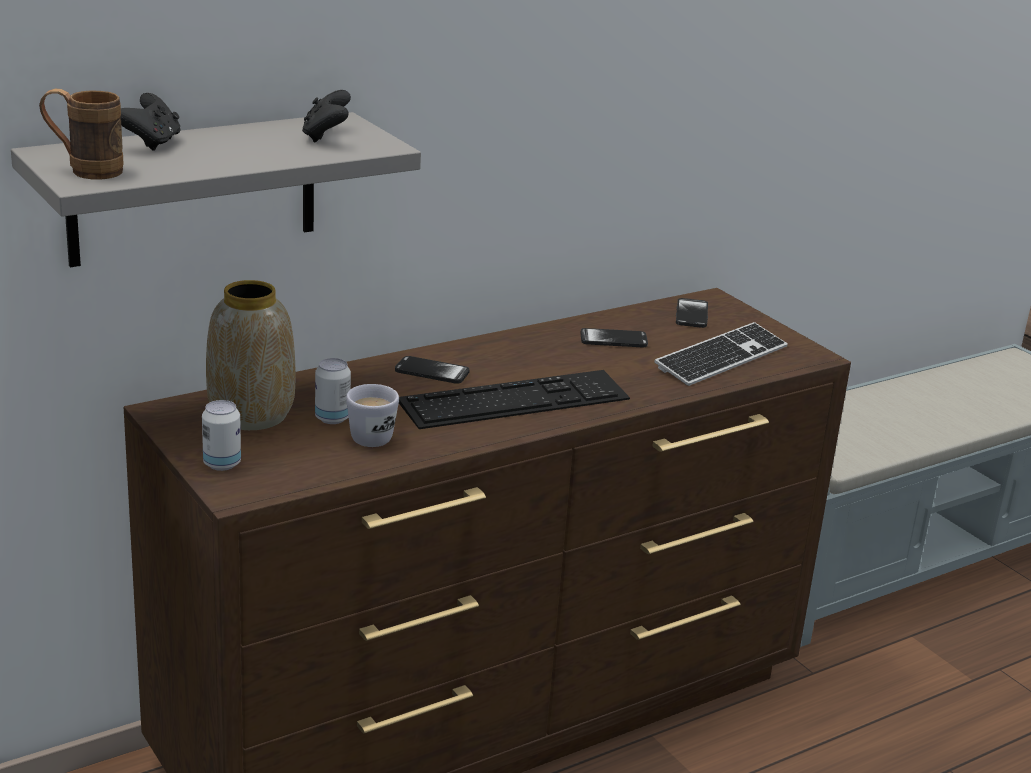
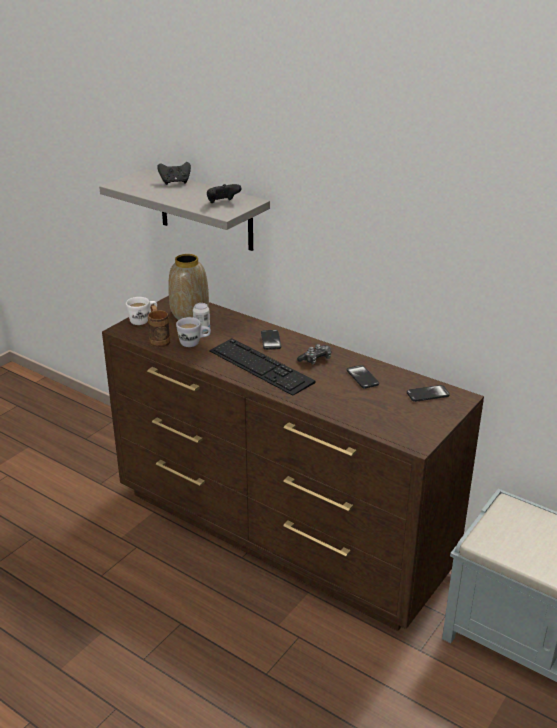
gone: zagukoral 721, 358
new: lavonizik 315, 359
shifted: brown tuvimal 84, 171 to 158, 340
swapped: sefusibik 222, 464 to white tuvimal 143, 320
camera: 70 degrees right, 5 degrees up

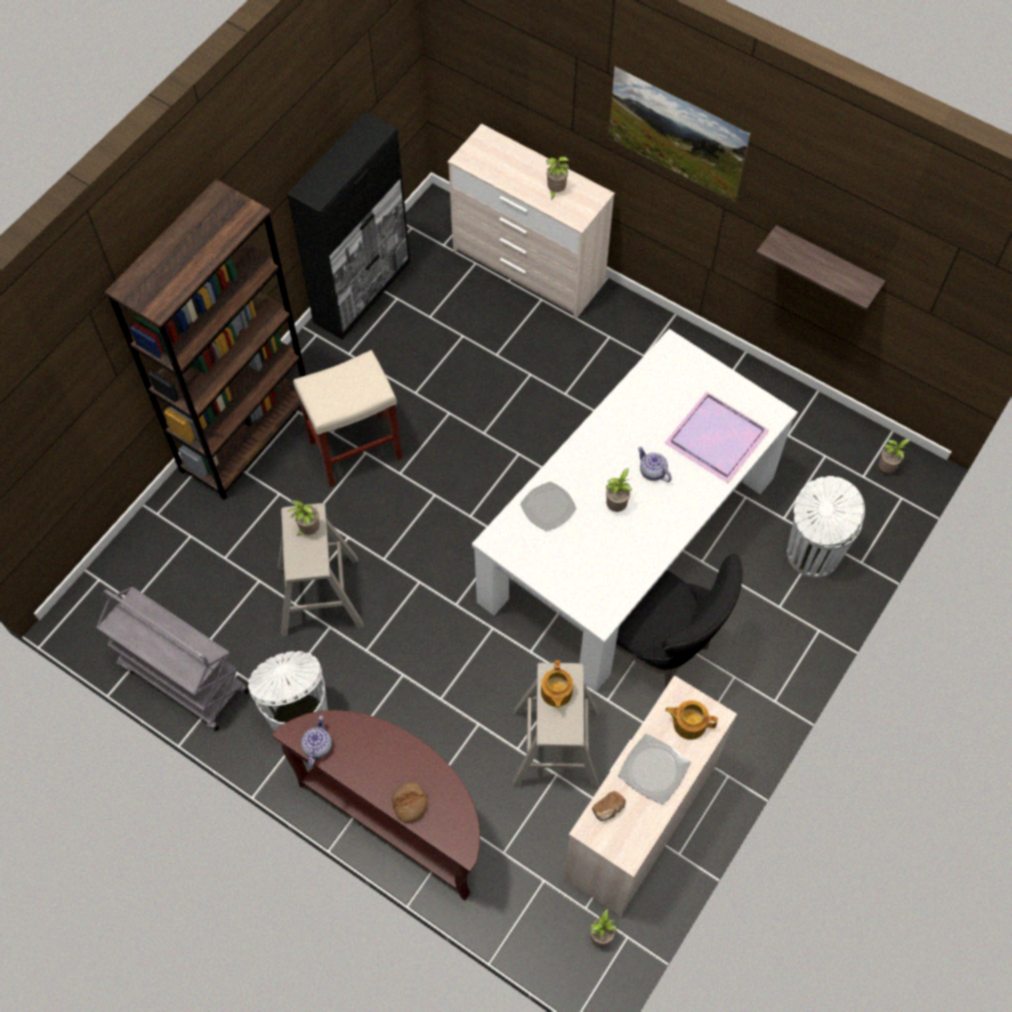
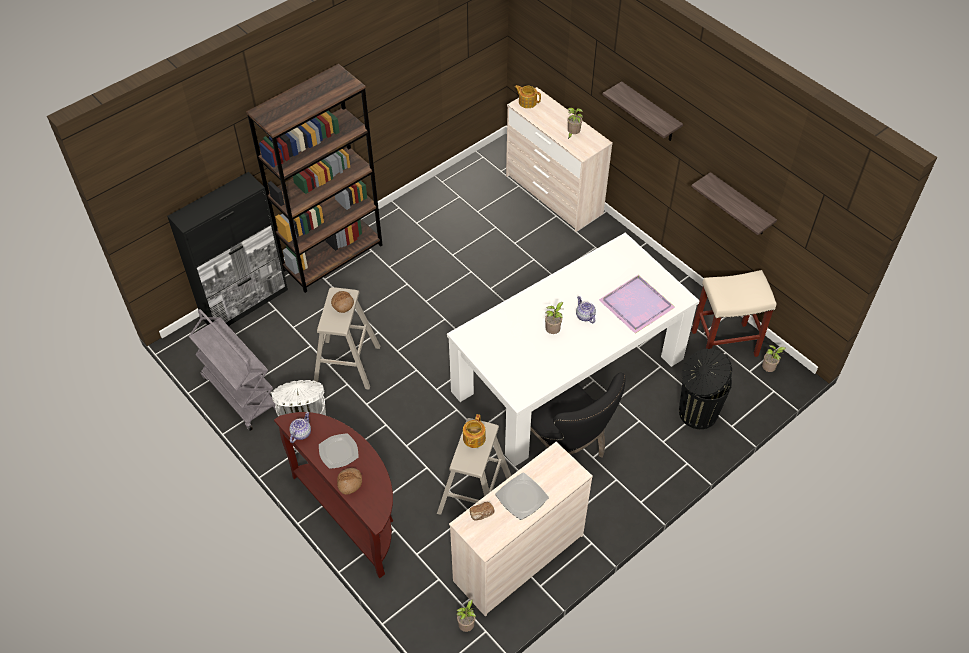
shifted: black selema 363, 291 to 245, 303; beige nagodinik 354, 450 to 723, 344; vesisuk 547, 507 to 338, 452; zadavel 688, 723 to 527, 102
swapped: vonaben 308, 530 to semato 342, 304; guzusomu 673, 152 to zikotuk 650, 113
repainted: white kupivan 811, 554 to black kupivan 696, 413
camera: 15 degrees right, 10 degrees down

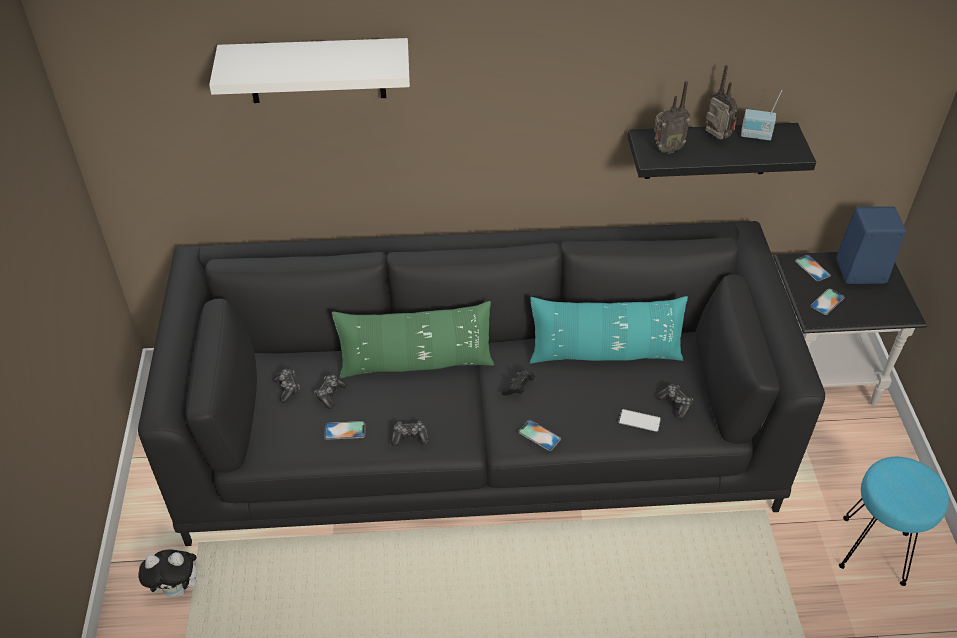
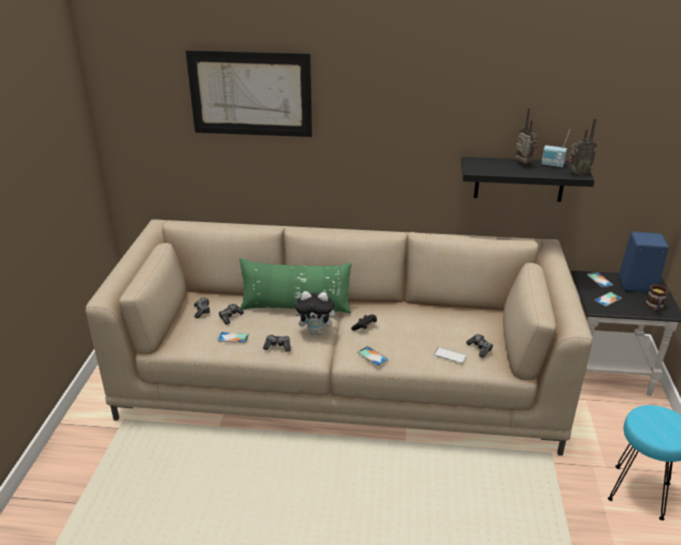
gone: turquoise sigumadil 605, 354
new: tuvimal 654, 308
shifted: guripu 178, 589 to 317, 331; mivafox 666, 149 to 577, 173
swapped: white zikotuk 316, 70 to guzusomu 250, 94
repainted: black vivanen 478, 437 to beige vivanen 340, 381
camera: 10 degrees right, 15 degrees down

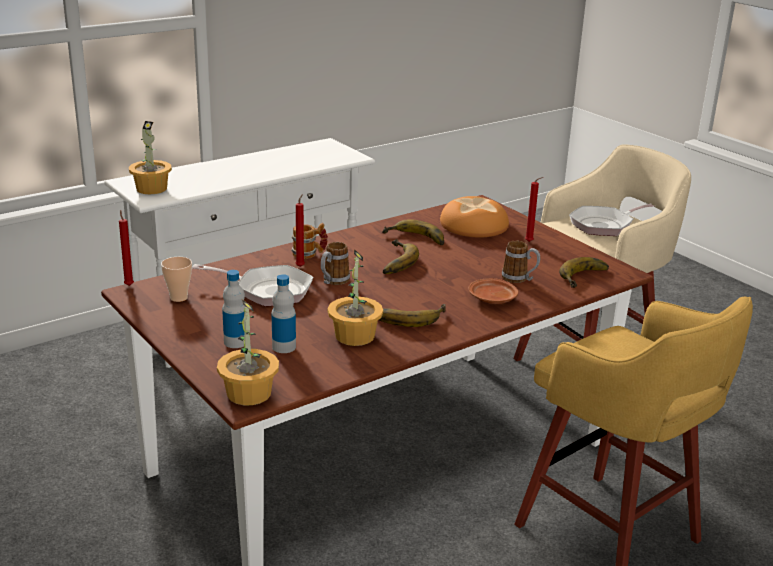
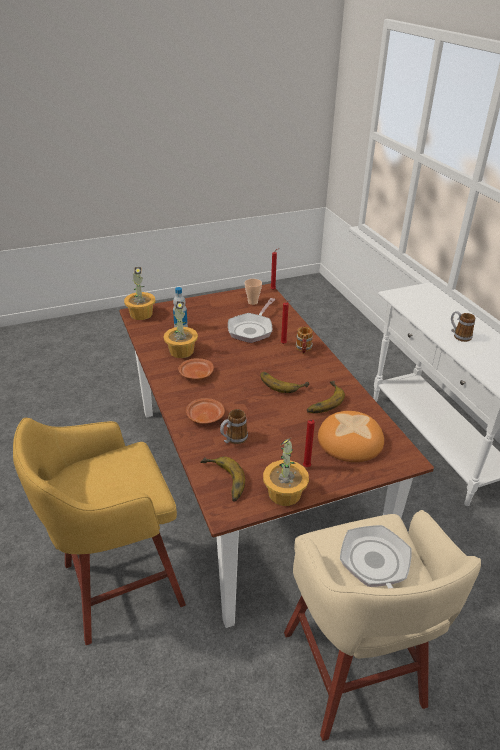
gone: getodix 235, 342
shifted: vonaben 152, 188 to 285, 494; tuvimal 333, 281 to 459, 335
swapped: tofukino 408, 316 to brown vesisuk 196, 374
camera: 105 degrees right, 10 degrees up

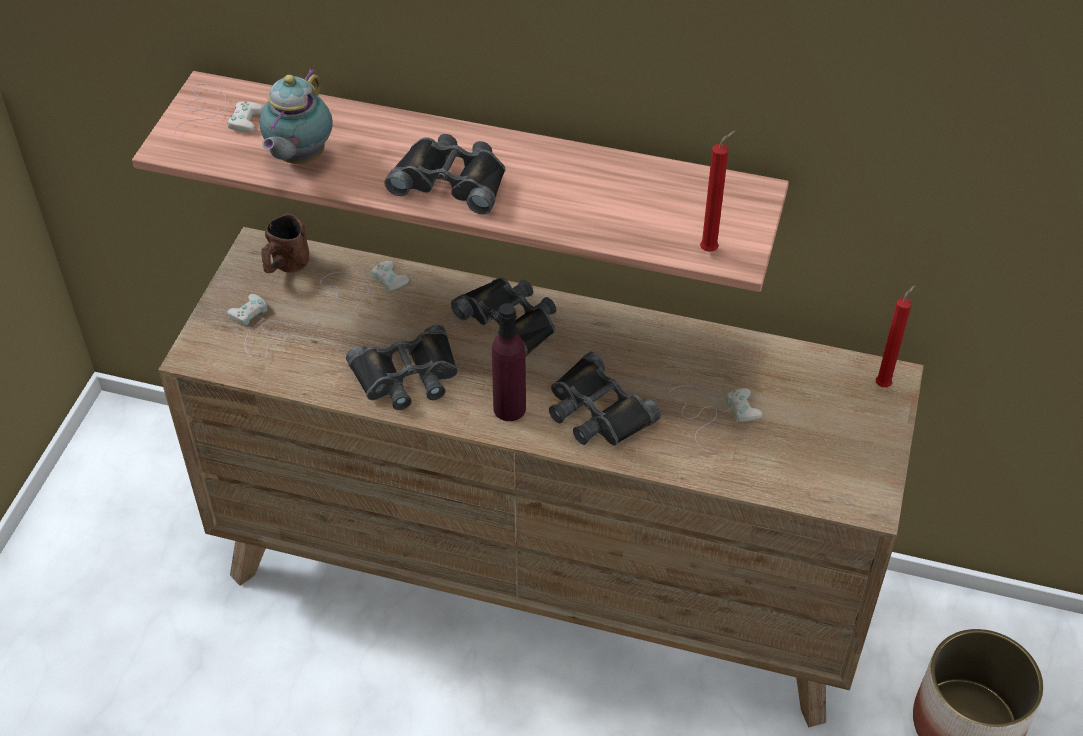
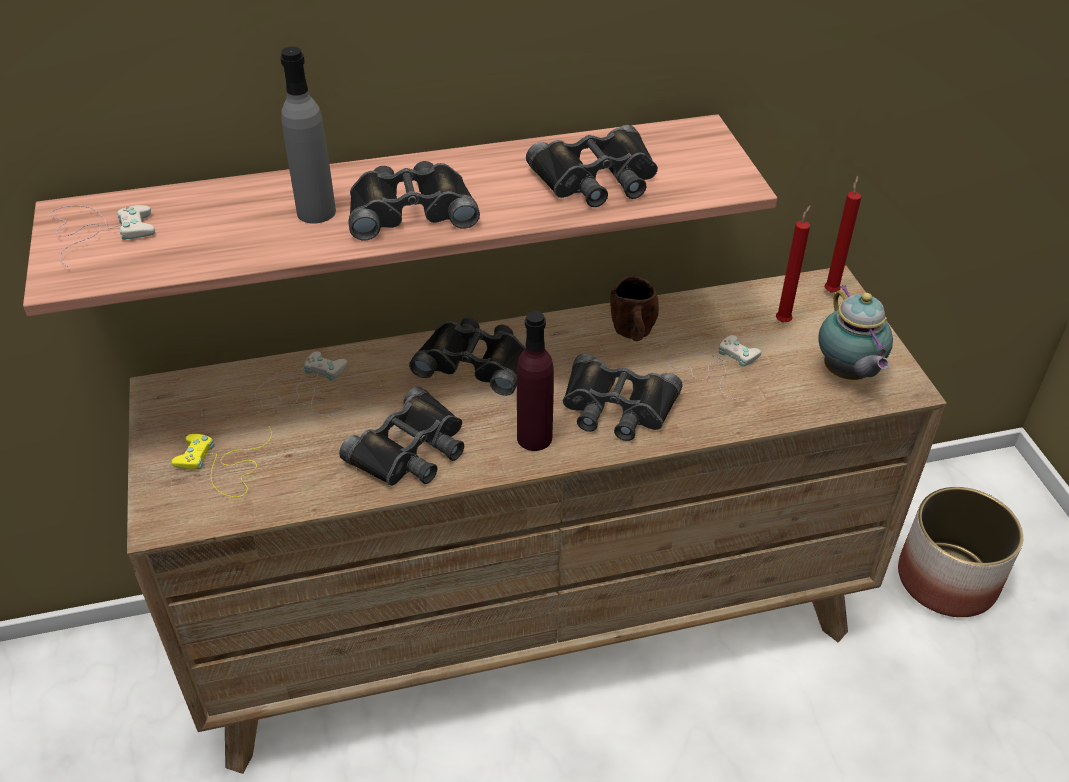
new: grey getodix 316, 212; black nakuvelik 597, 179
shifted: zadavel 299, 158 to 847, 374; brown tuvimal 285, 268 to 634, 335; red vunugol 711, 250 to 784, 320
repainted: white lavonizik 264, 330 to yellow lavonizik 224, 466
camera: 30 degrees left, 5 degrees down

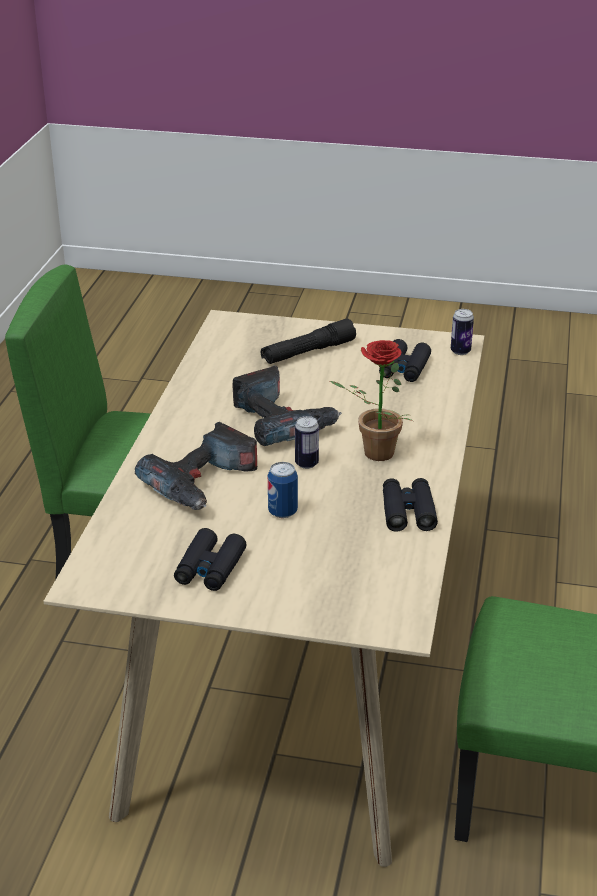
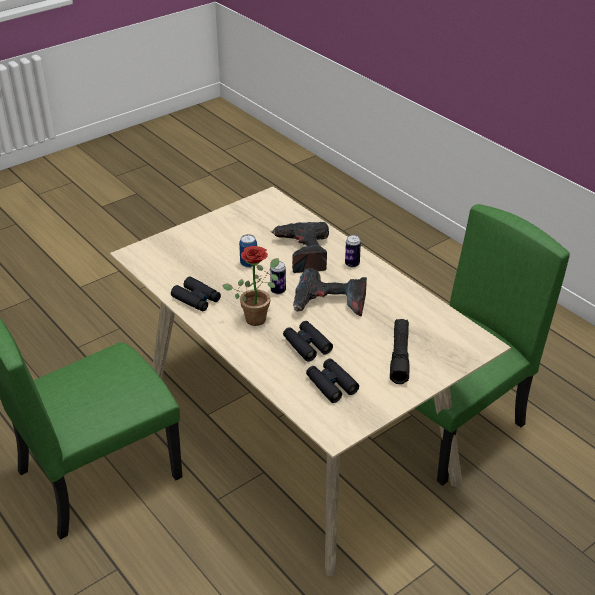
shifted: black nakuvelik 210, 568 to 307, 345; sefusibik 460, 351 to 352, 264
camera: 130 degrees right, 5 degrees up

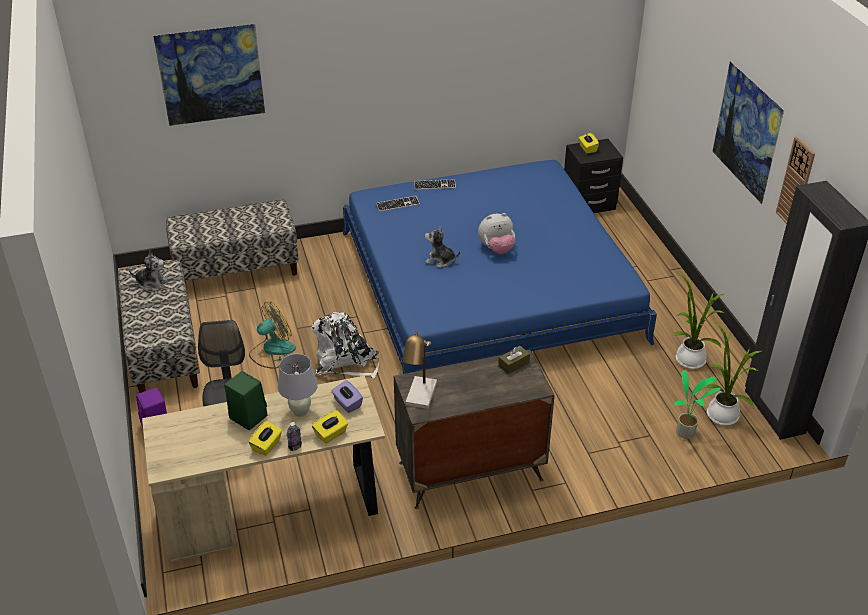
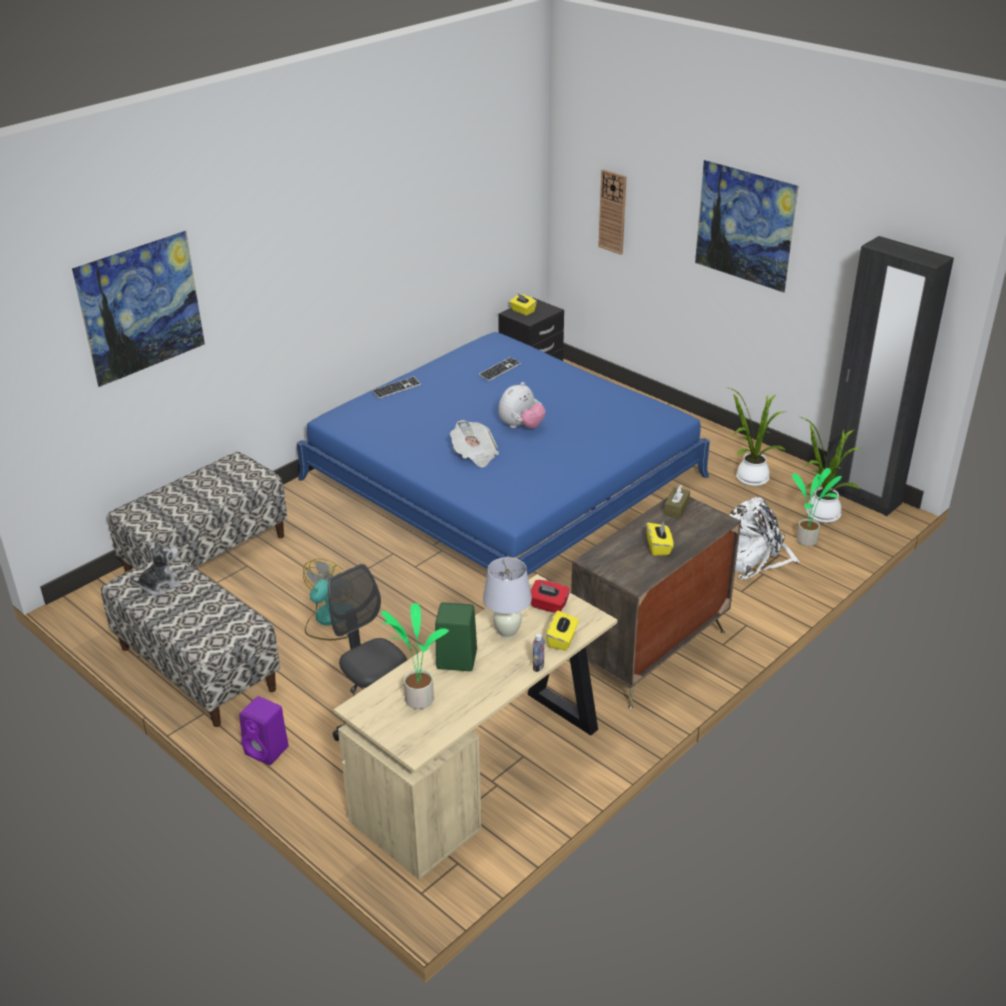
gone: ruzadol 420, 398
new: vonaben 417, 699
shifted: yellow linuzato 267, 445 to 659, 547; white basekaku 345, 362 to 751, 558; zagukoral 397, 205 to 499, 370; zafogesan 795, 184 to 612, 212
swapped: guripu 440, 260 to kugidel 475, 455
repainted: purple linuzato 347, 403 to red linuzato 548, 606
camera: 30 degrees left, 5 degrees down

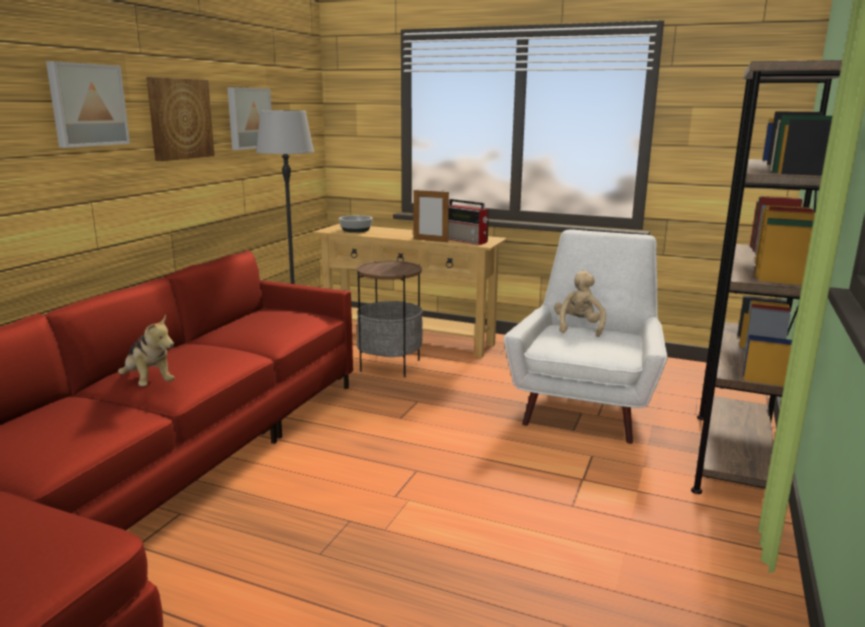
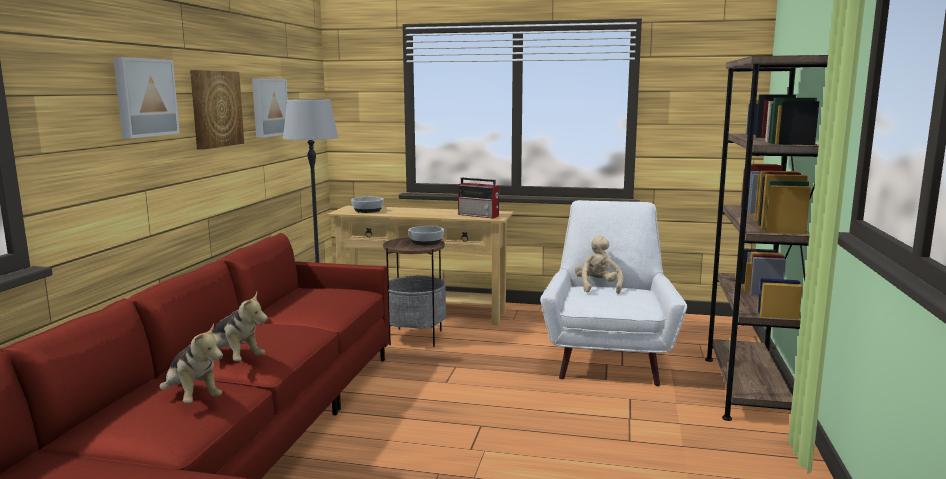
gone: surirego 430, 240
new: guripu 192, 398; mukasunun 426, 242
camera: 10 degrees left, 5 degrees down

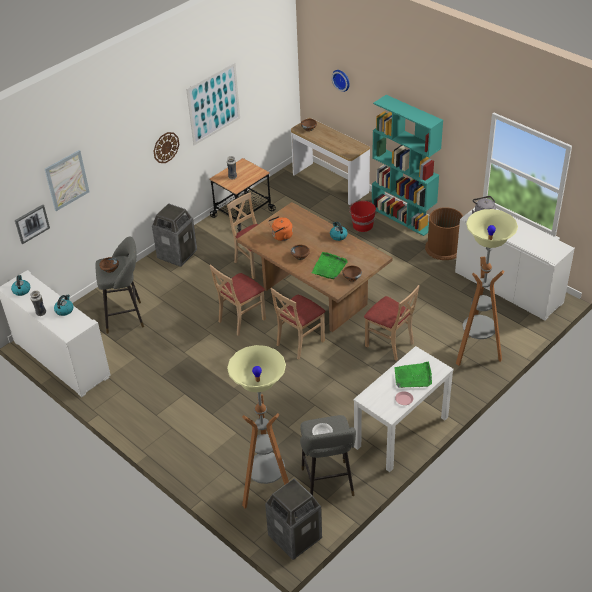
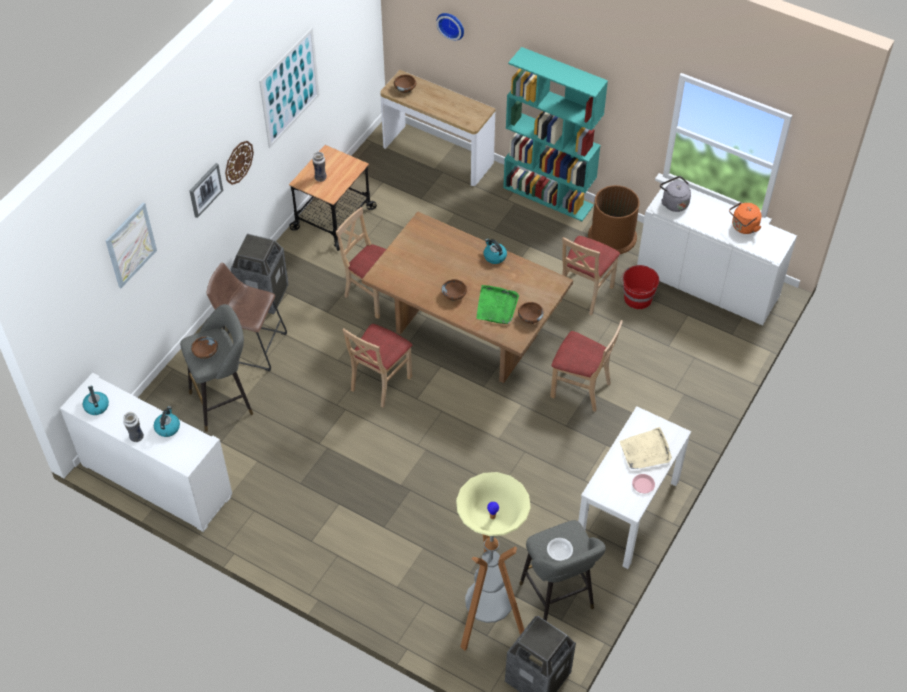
gone: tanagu 476, 353
new: brown nagodinik 251, 345
shifted: guzusomu 31, 223 to 205, 190; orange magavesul 281, 236 to 743, 227; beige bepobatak 299, 342 to 584, 292; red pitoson 362, 226 to 637, 299
repainted: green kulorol 413, 377 to beige kulorol 645, 451
camera: 15 degrees left, 10 degrees up

